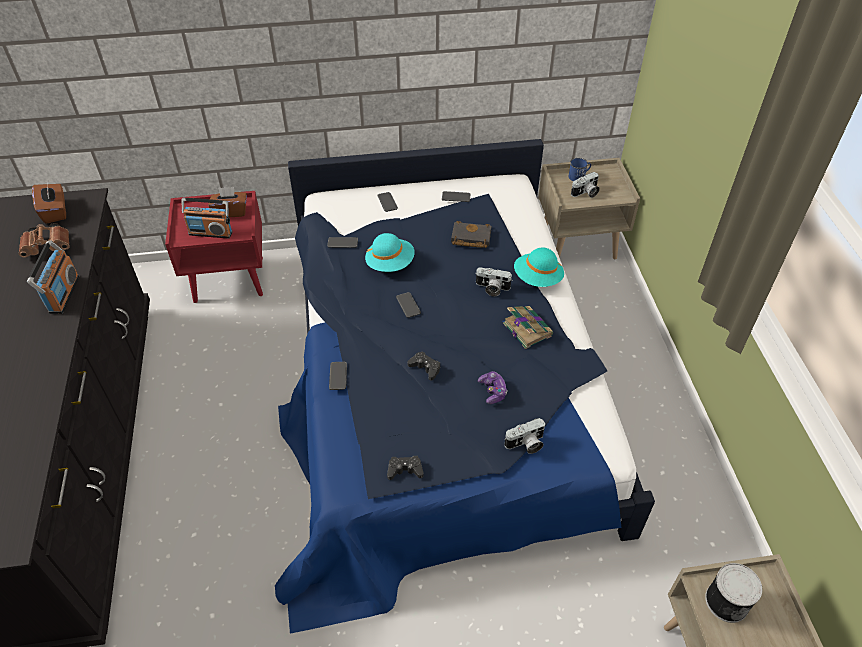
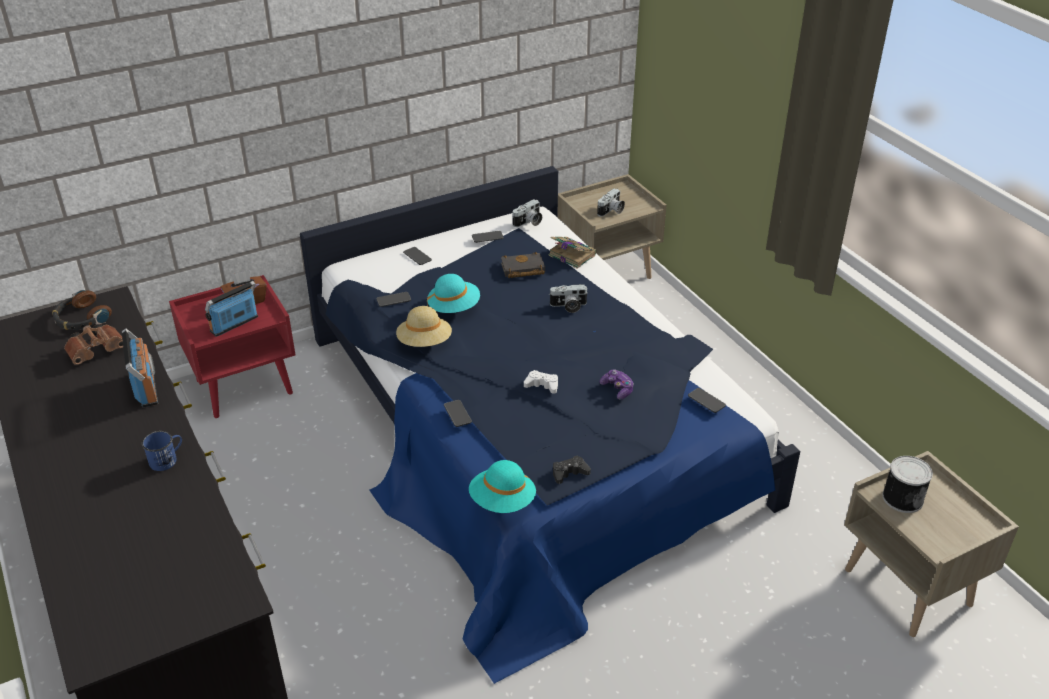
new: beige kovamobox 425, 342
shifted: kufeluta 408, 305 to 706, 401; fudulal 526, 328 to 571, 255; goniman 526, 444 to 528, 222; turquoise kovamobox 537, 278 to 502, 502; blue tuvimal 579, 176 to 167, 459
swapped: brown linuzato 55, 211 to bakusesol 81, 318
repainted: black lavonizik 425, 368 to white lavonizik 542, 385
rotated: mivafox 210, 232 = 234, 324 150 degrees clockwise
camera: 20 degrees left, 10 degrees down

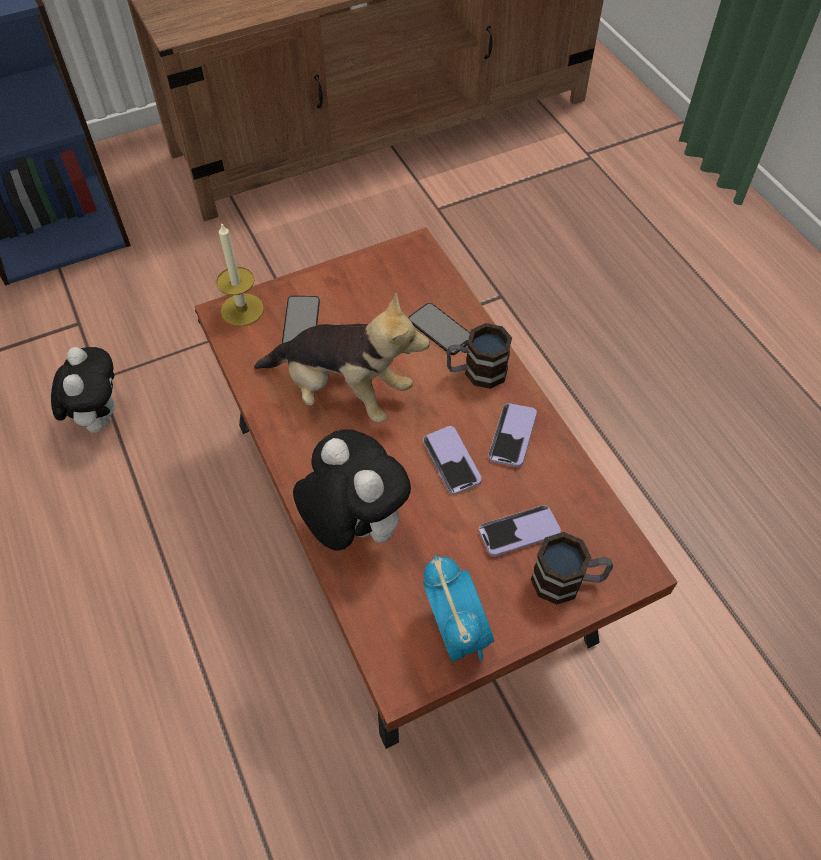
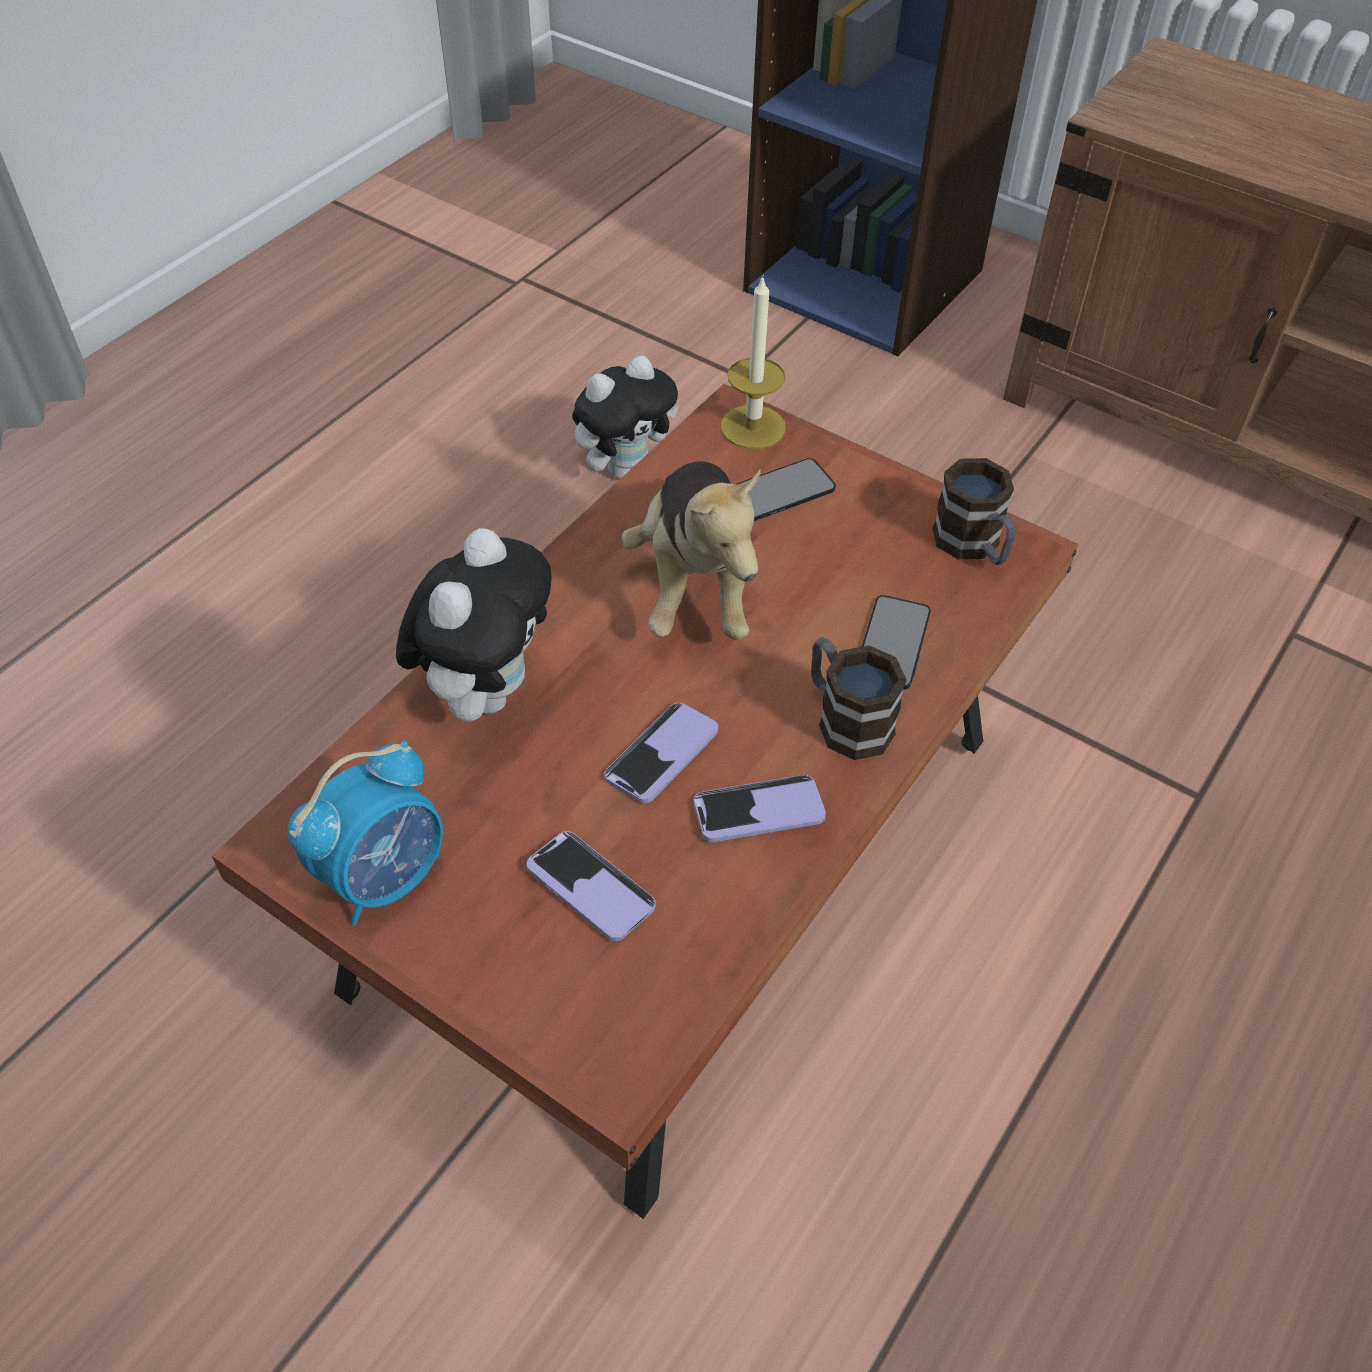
shifted: tuvimal 567, 581 to 973, 546
camera: 60 degrees right, 5 degrees down

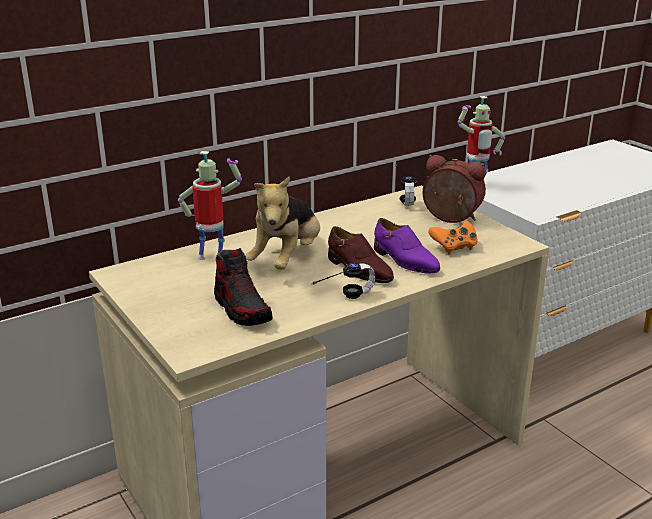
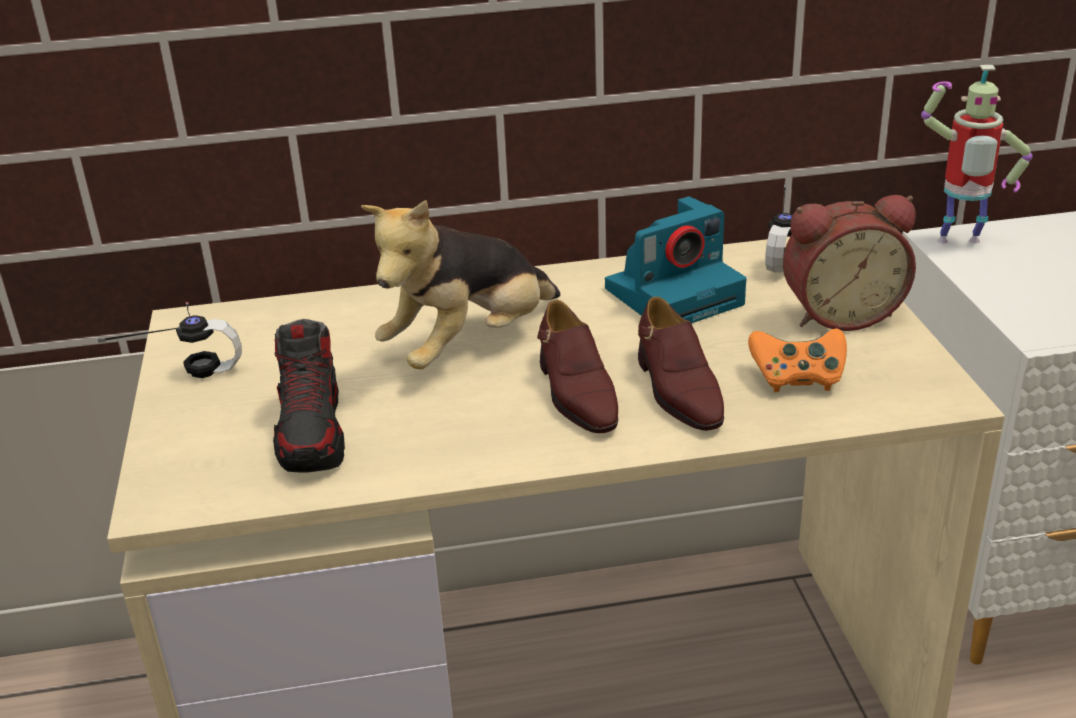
gone: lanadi 212, 257
new: goniman 675, 295
shifted: bakusesol 337, 296 to 182, 368
repainted: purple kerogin 405, 261 to brown kerogin 677, 390
rotated: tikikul 450, 219 = 840, 314 120 degrees clockwise
camera: 25 degrees right, 5 degrees up

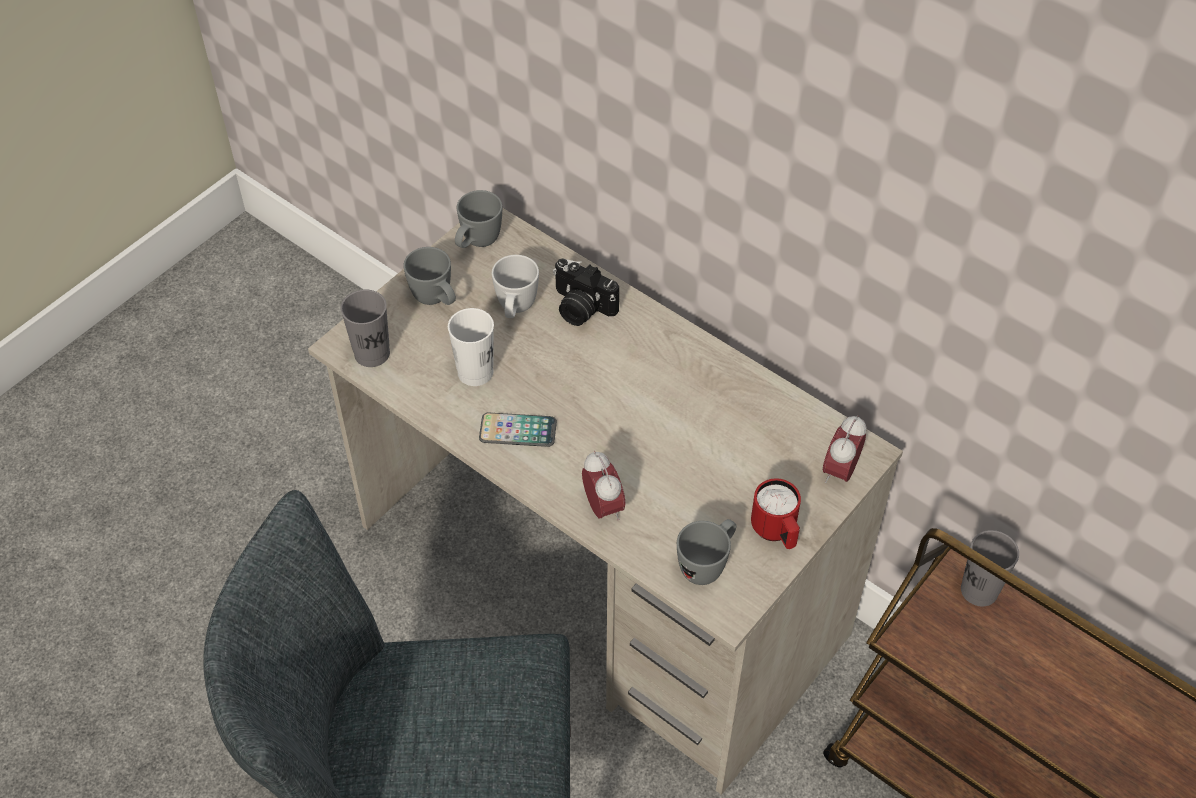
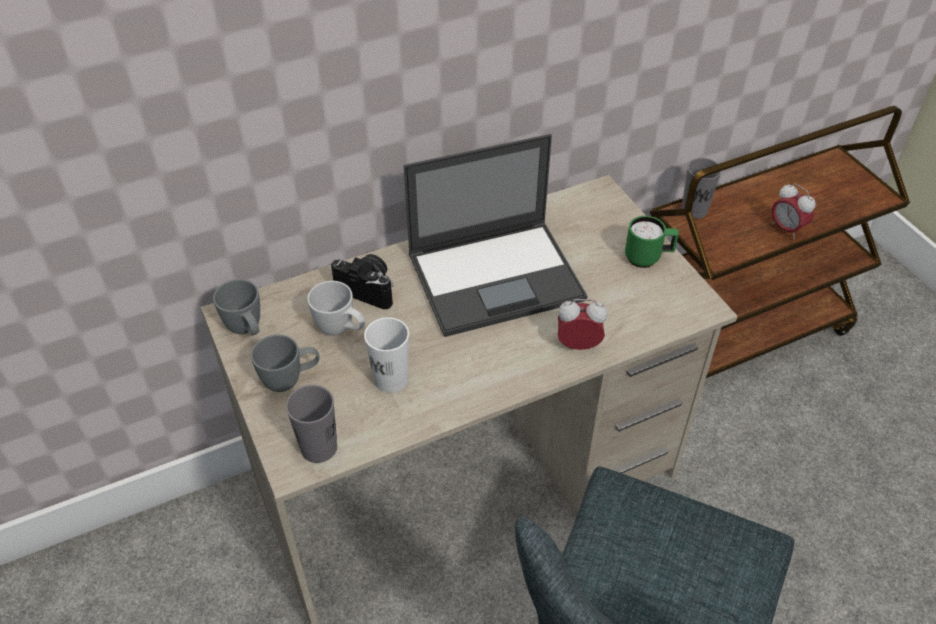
gone: kufeluta 518, 431; grey tuvimal 707, 565
new: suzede 497, 276
shifted: tikikul 840, 471 to 786, 229
repainted: red tuvimal 776, 532 to green tuvimal 648, 258
rotated: goniman 580, 308 = 369, 289 120 degrees counterclockwise
camera: 65 degrees left, 5 degrees down

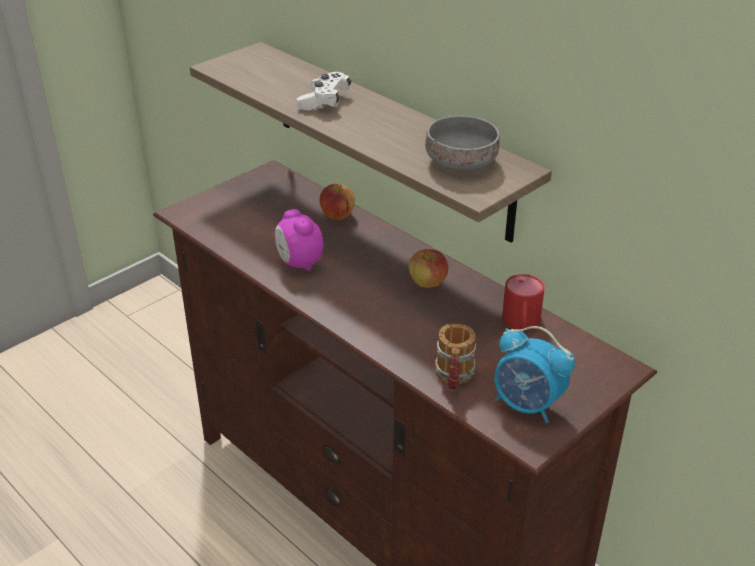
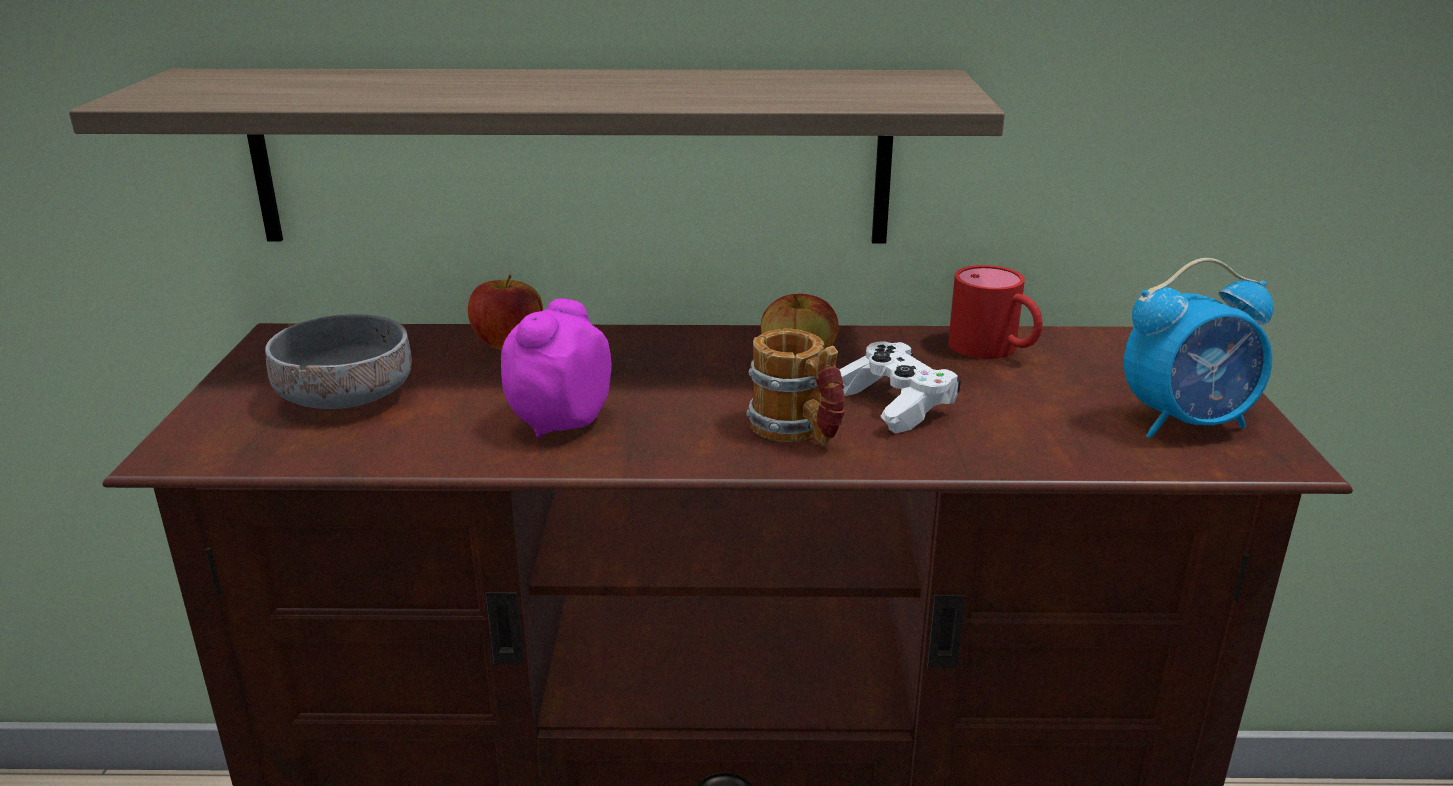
shifted: white lavonizik 324, 101 to 893, 405; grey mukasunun 463, 162 to 349, 395; tuvimal 454, 377 to 798, 432
rotated: tikikul 299, 263 = 559, 422 105 degrees clockwise
camera: 45 degrees left, 10 degrees down

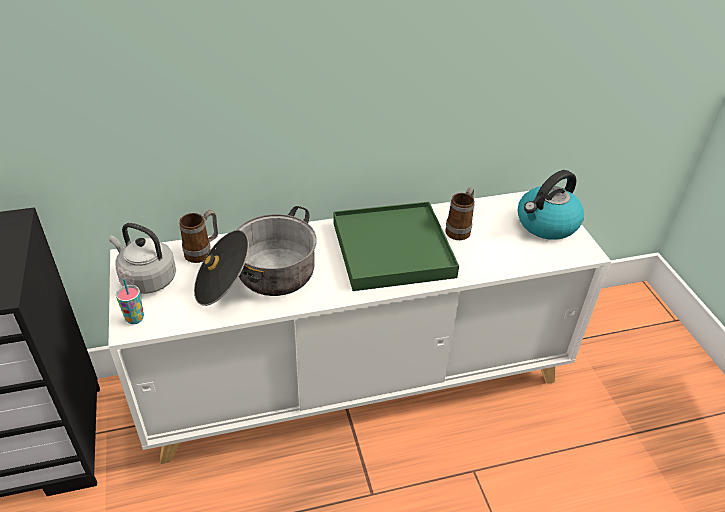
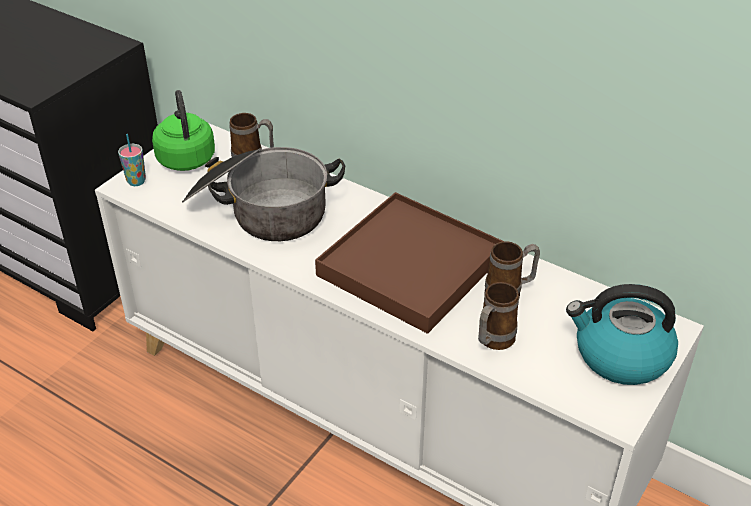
new: tuvimal 492, 342
repainted: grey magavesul 146, 279 to green magavesul 186, 157; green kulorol 393, 250 to brown kulorol 410, 266
camera: 50 degrees right, 0 degrees up

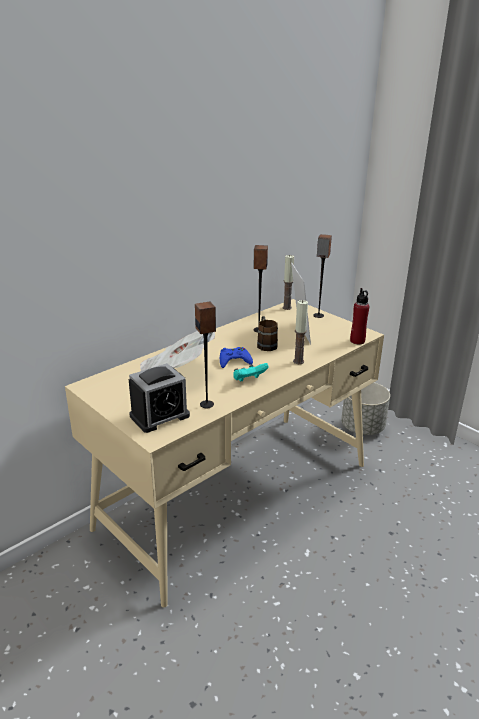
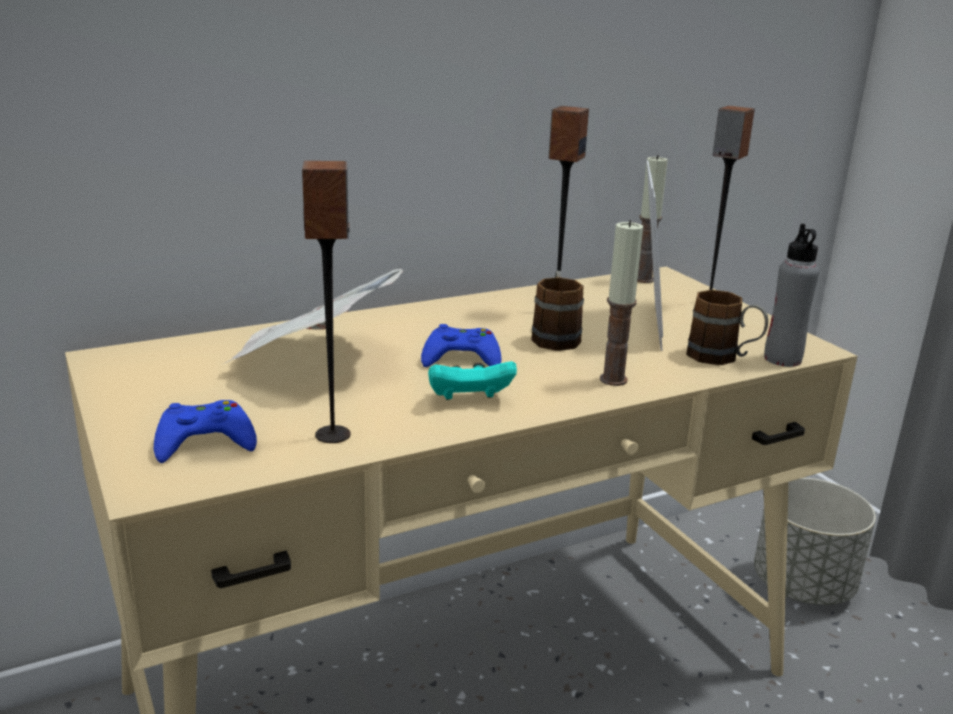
new: brown tuvimal 722, 358
swapped: tikikul 159, 416 to blue lavonizik 205, 441
repainted: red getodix 357, 341 to grey getodix 782, 359
camera: 15 degrees right, 5 degrees down

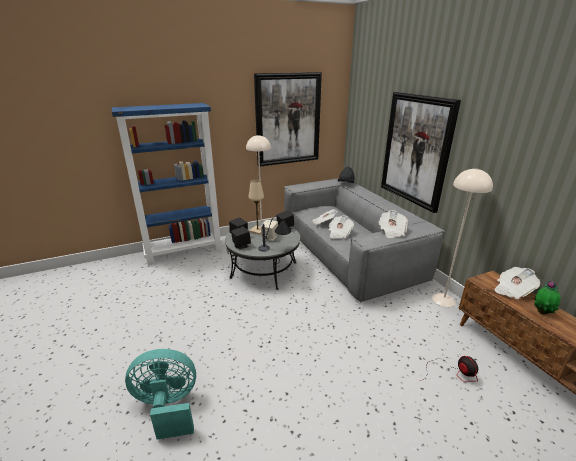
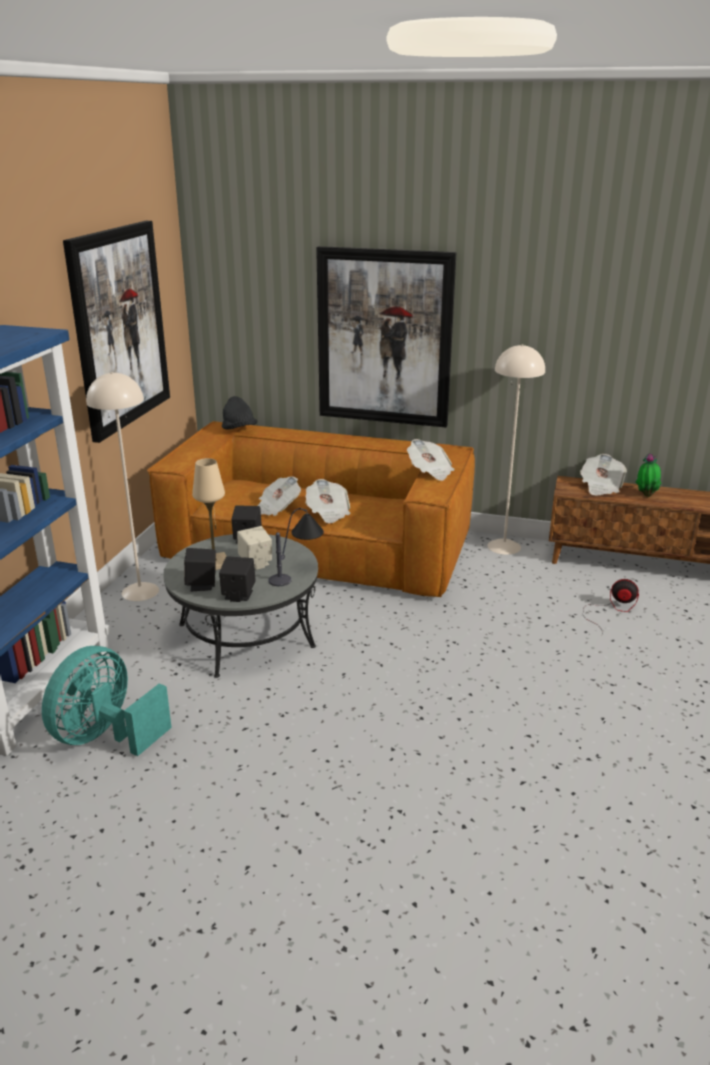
shifted: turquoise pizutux 168, 407 to 105, 736
repainted: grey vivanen 348, 252 to brown vivanen 318, 547
camera: 50 degrees left, 0 degrees up

